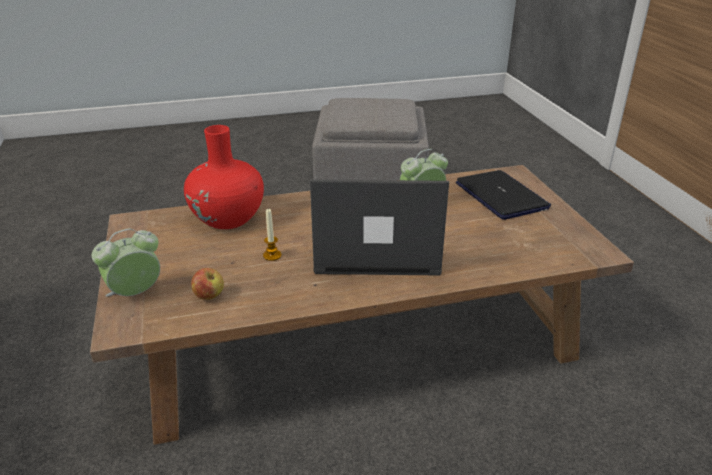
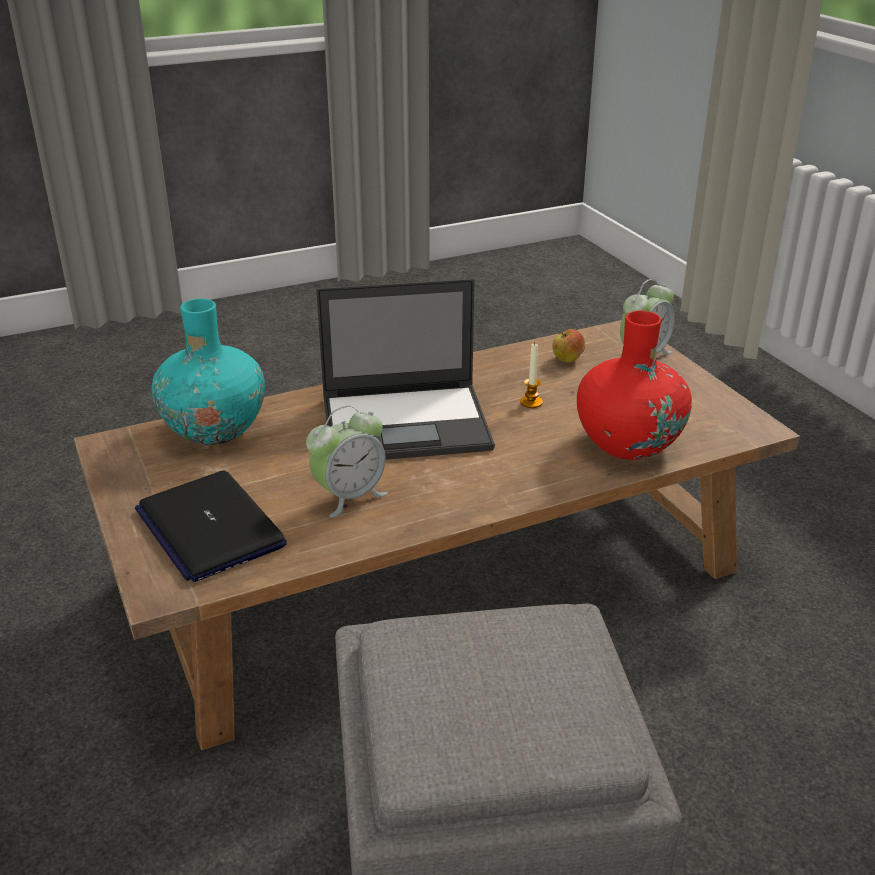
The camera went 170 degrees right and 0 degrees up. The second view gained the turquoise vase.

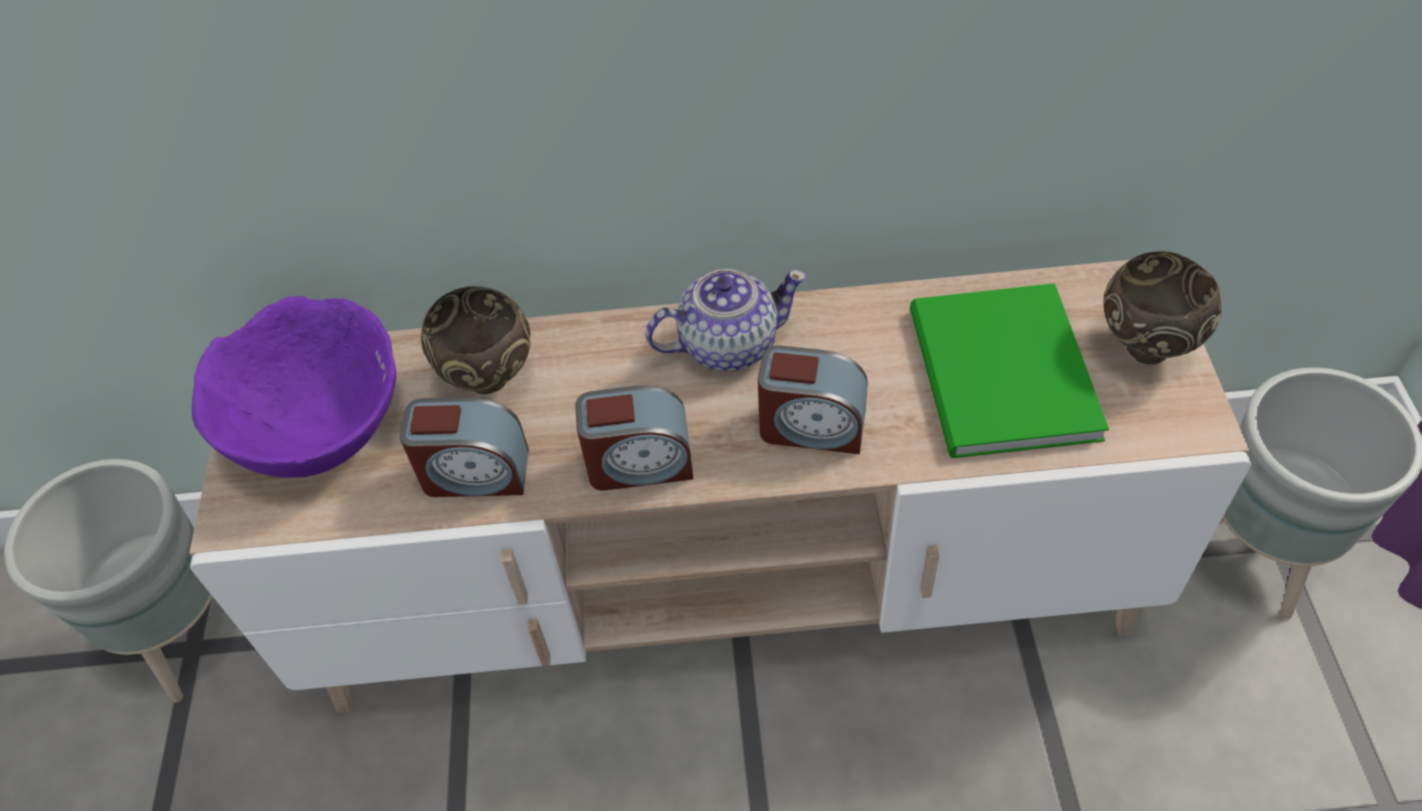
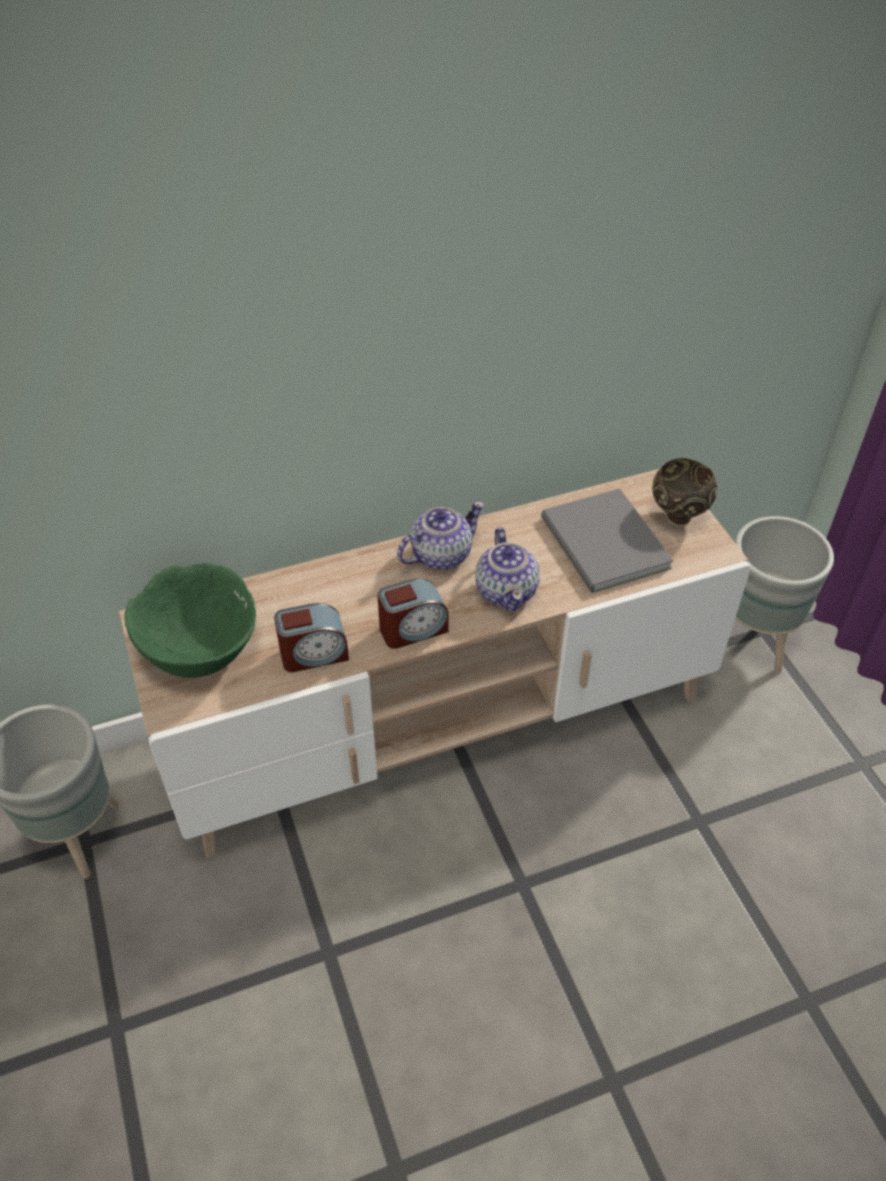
The camera went 20 degrees left and 5 degrees down. What was the green book turned into the grey book. The second view lost the brown bowl (1st from left). What was the purple bowl turned into the green bowl. Where the alarm clock (3rd from left) stood, the teapot (2nd from left) came to stand.

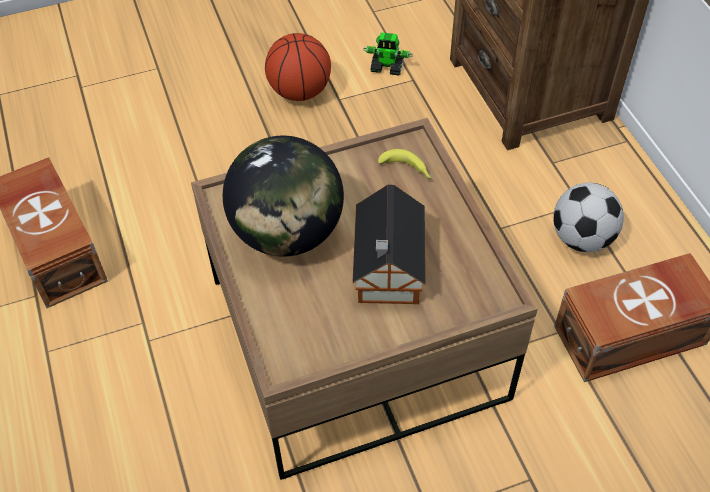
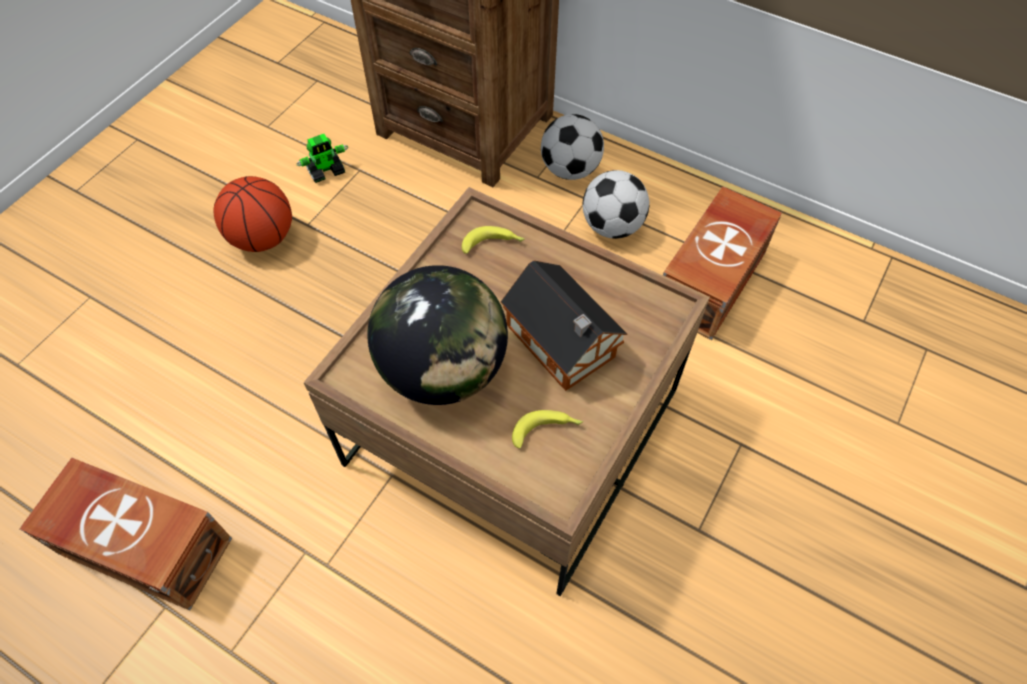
The camera went 40 degrees left and 5 degrees up. The second view gained the football (1st from left). The second view gained the banana (2nd from left).

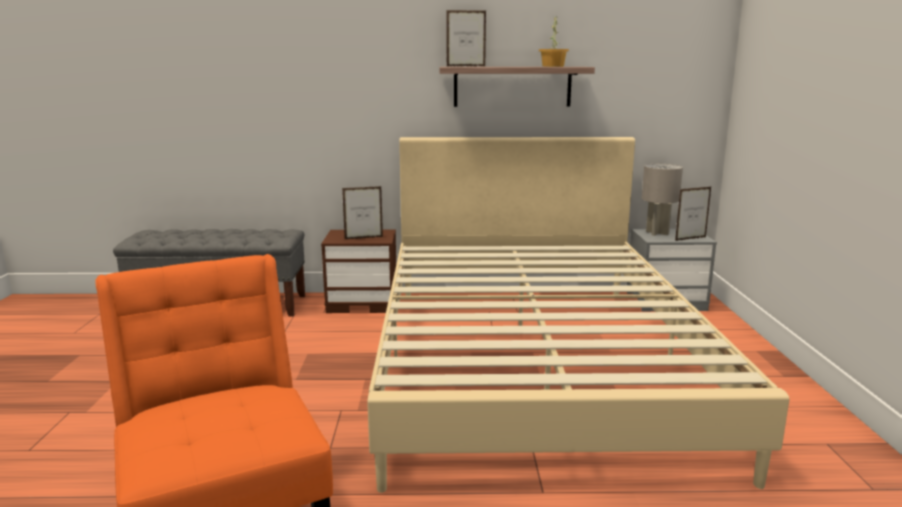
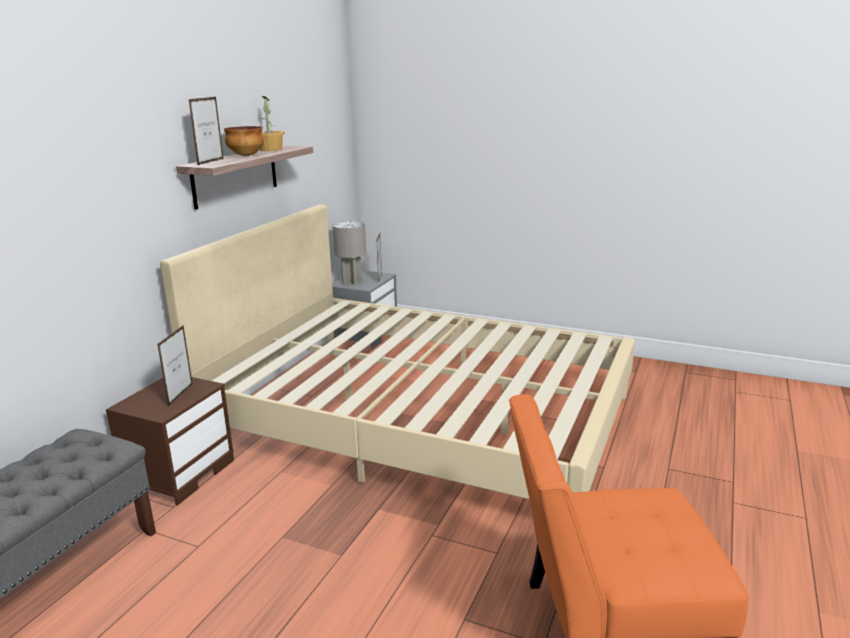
The camera went 65 degrees left and 5 degrees up. The second view gained the bowl.

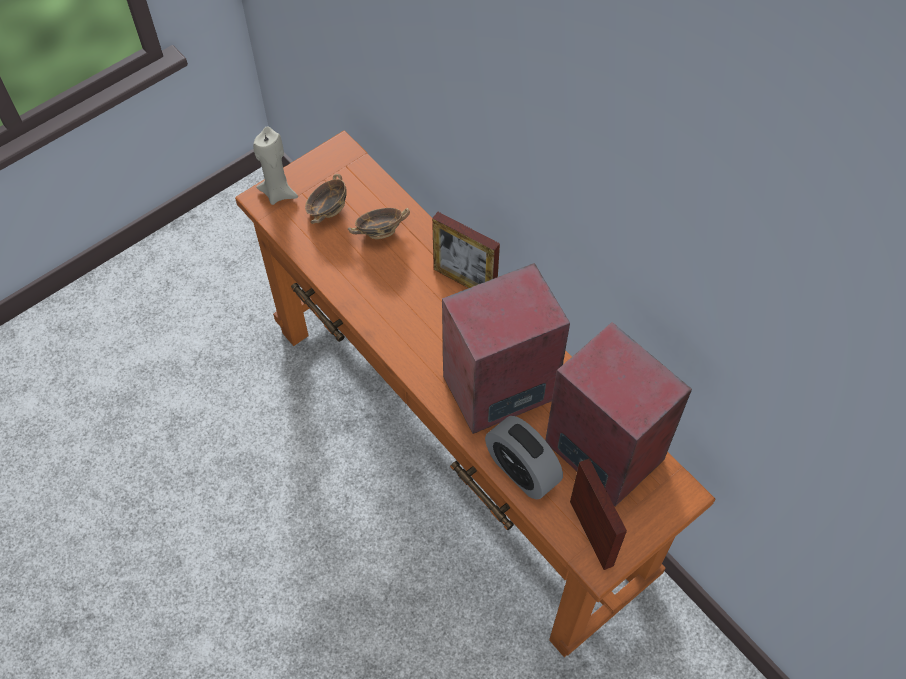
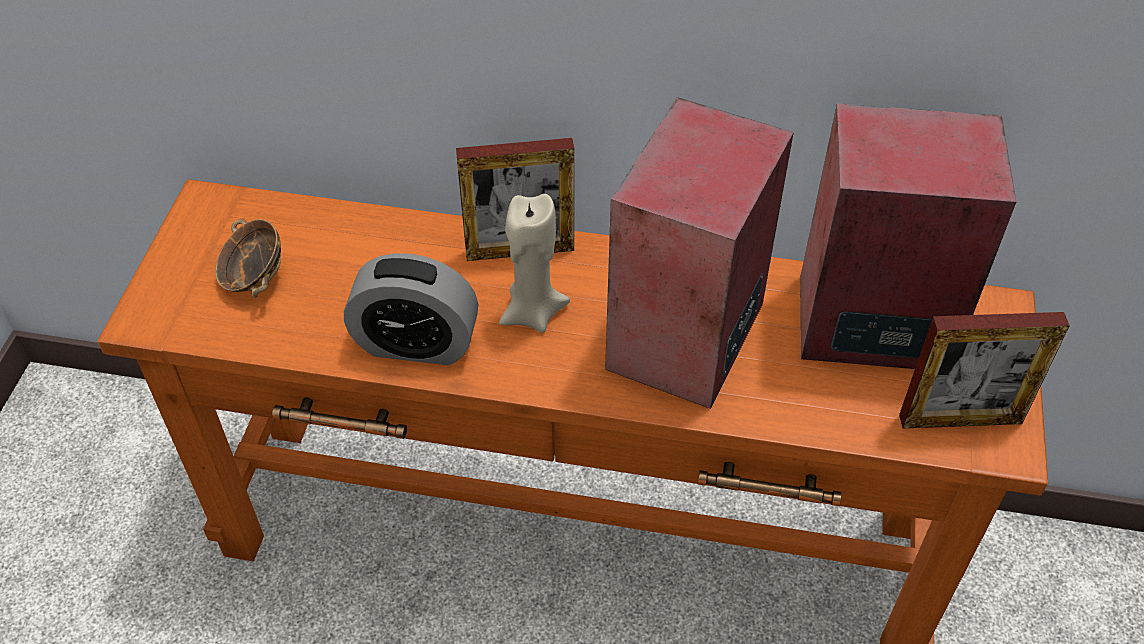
The camera went 40 degrees left and 10 degrees down. The beige candle ended up elsewhere. The second view lost the bowl (2nd from left). The alarm clock ended up elsewhere. The picture frame (2nd from left) ended up facing another way, 150 degrees clockwise from before.

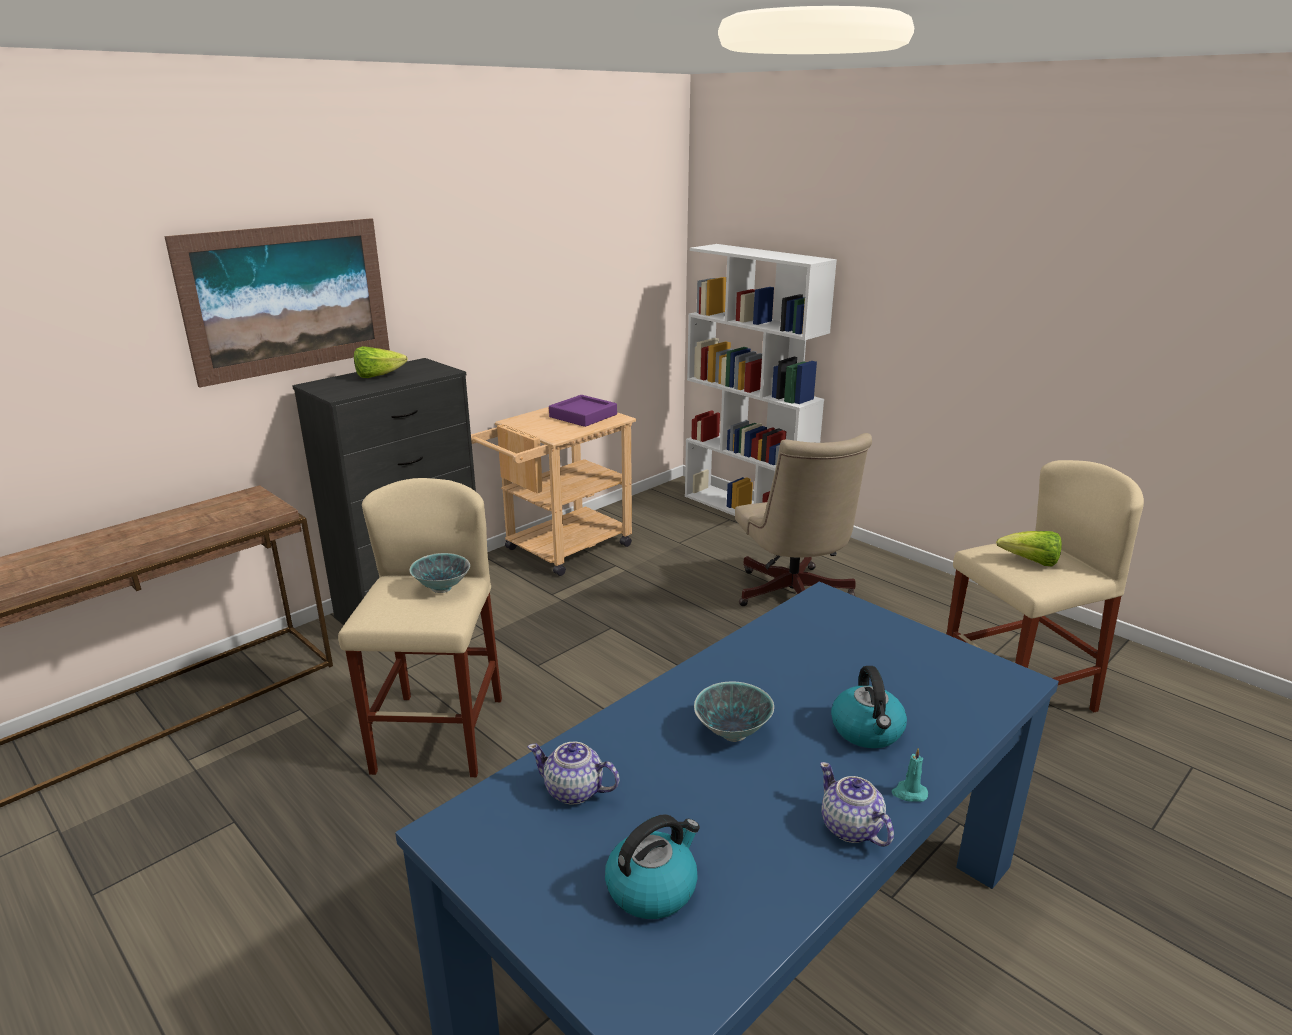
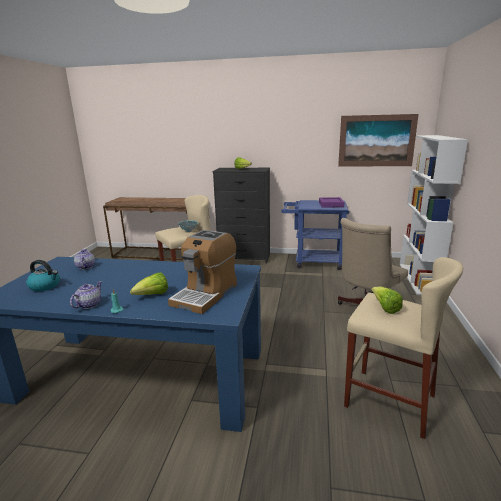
The camera went 55 degrees right and 5 degrees down. The picture ended up elsewhere. What was the beige cart turned into the blue cart. Where the kettle (2nd from left) stood, the lettuce (1st from left) came to stand. The second view lost the bowl (2nd from left). The second view gained the coffee machine.

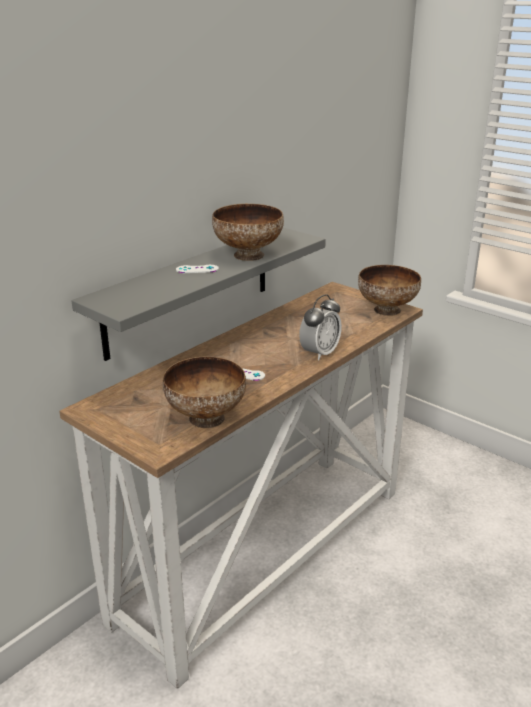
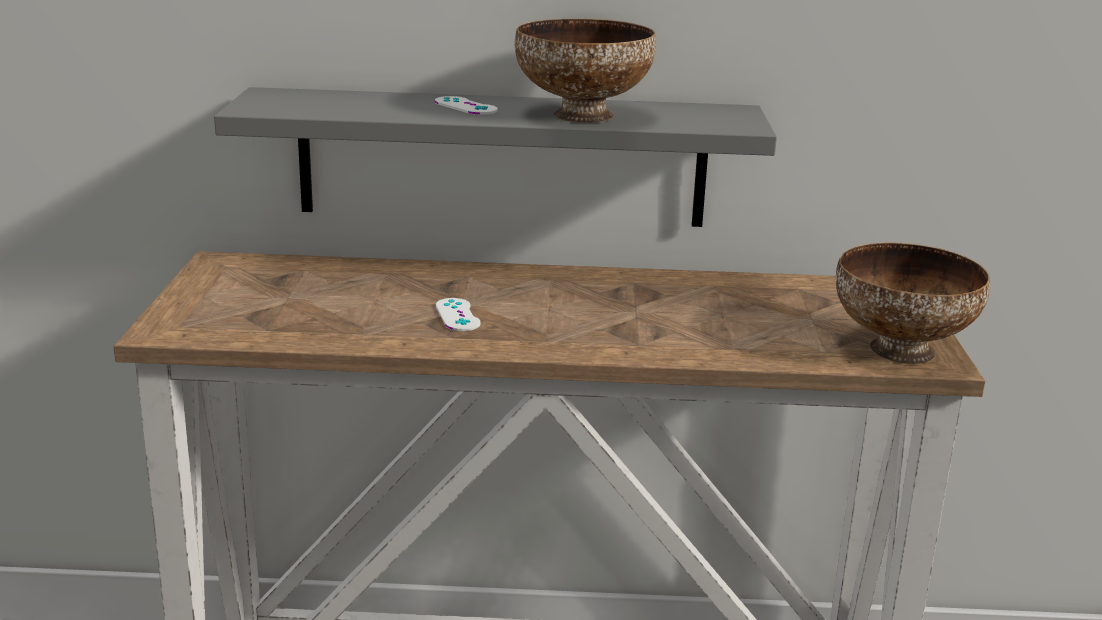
The camera went 50 degrees right and 5 degrees down. The second view lost the alarm clock. The second view lost the bowl (1st from left).

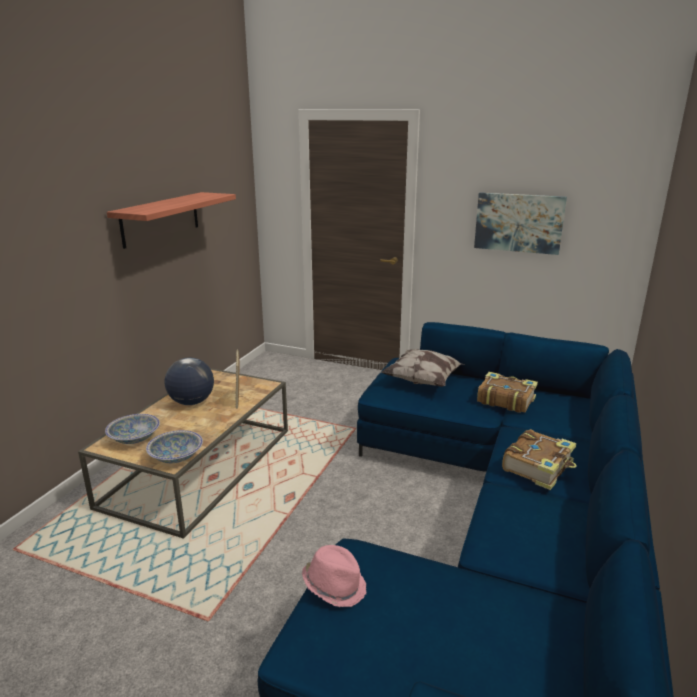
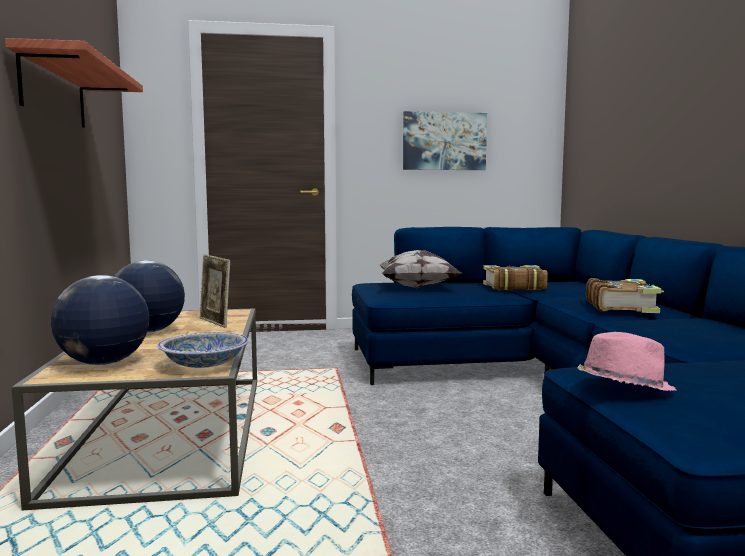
The camera went 30 degrees left and 15 degrees down. Where the bowl (1st from left) stood, the globe (1st from left) came to stand.

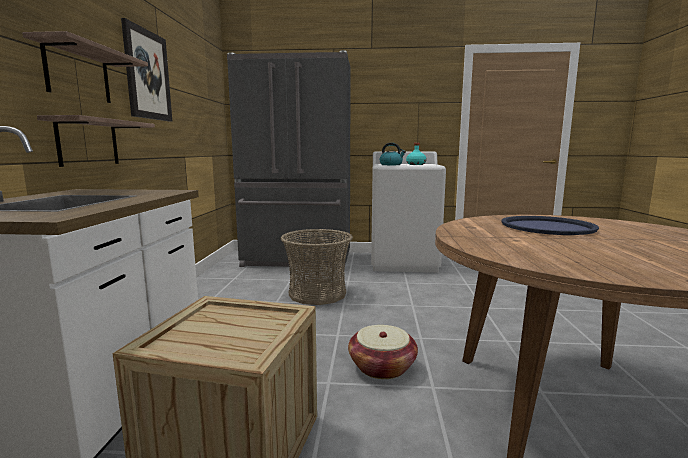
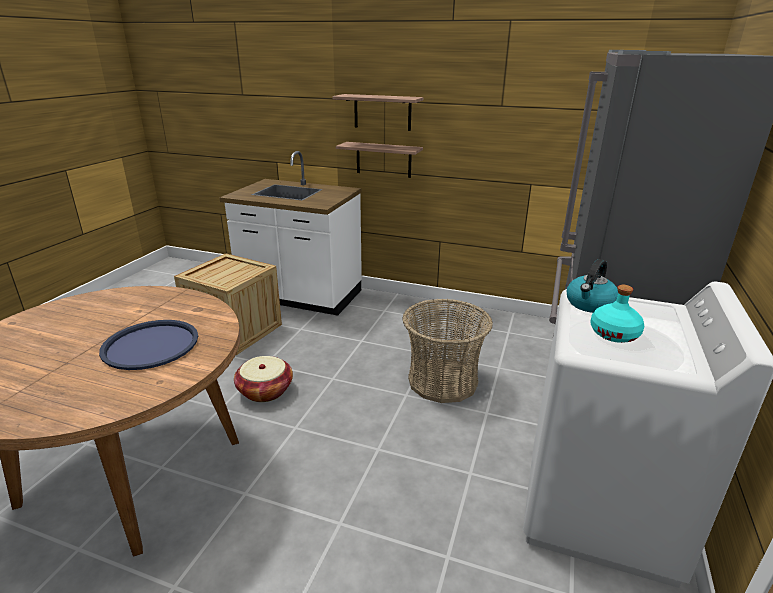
The camera went 105 degrees right and 15 degrees up. The second view lost the picture.

